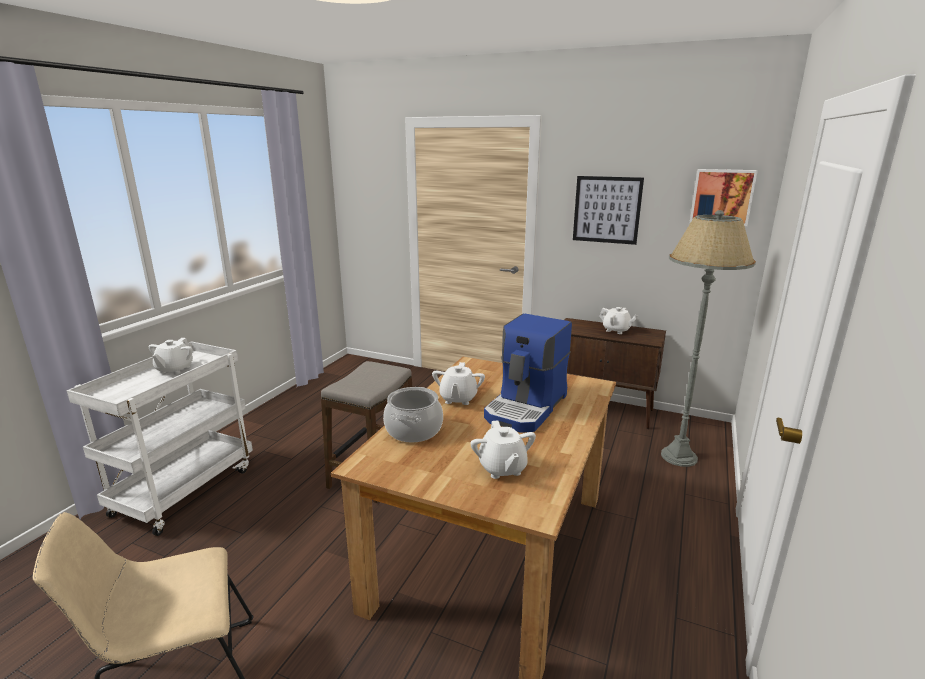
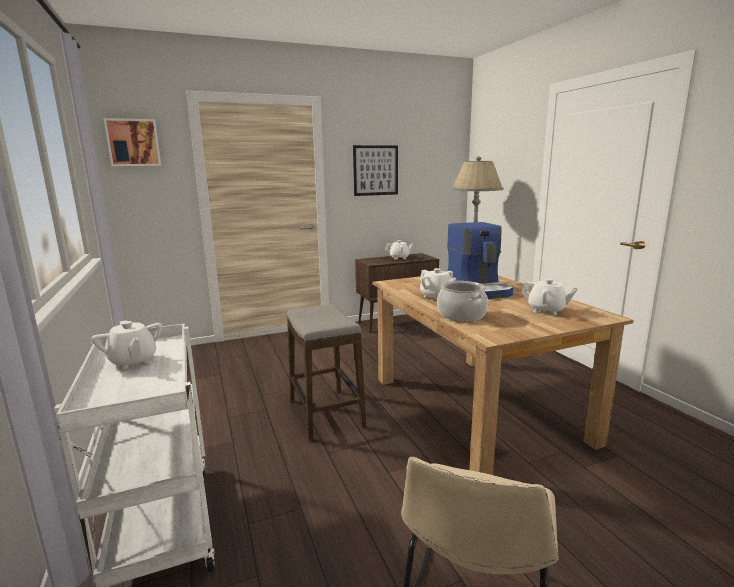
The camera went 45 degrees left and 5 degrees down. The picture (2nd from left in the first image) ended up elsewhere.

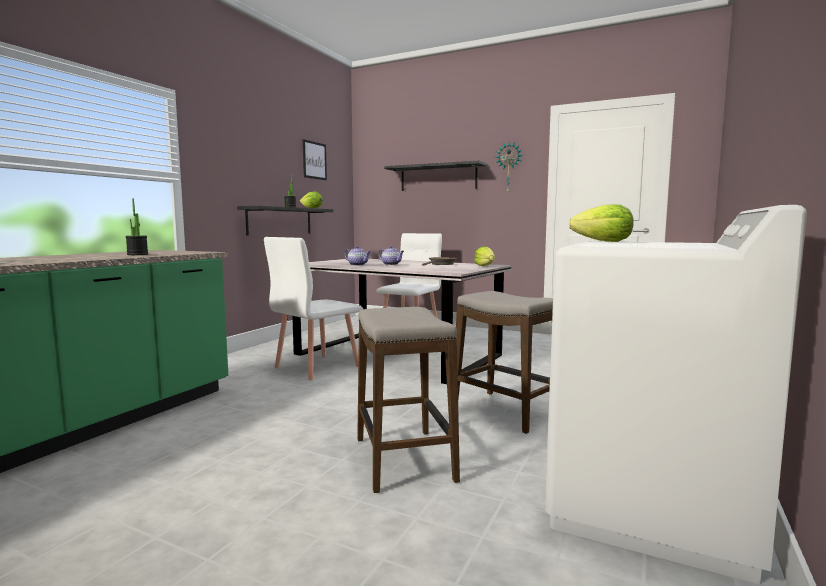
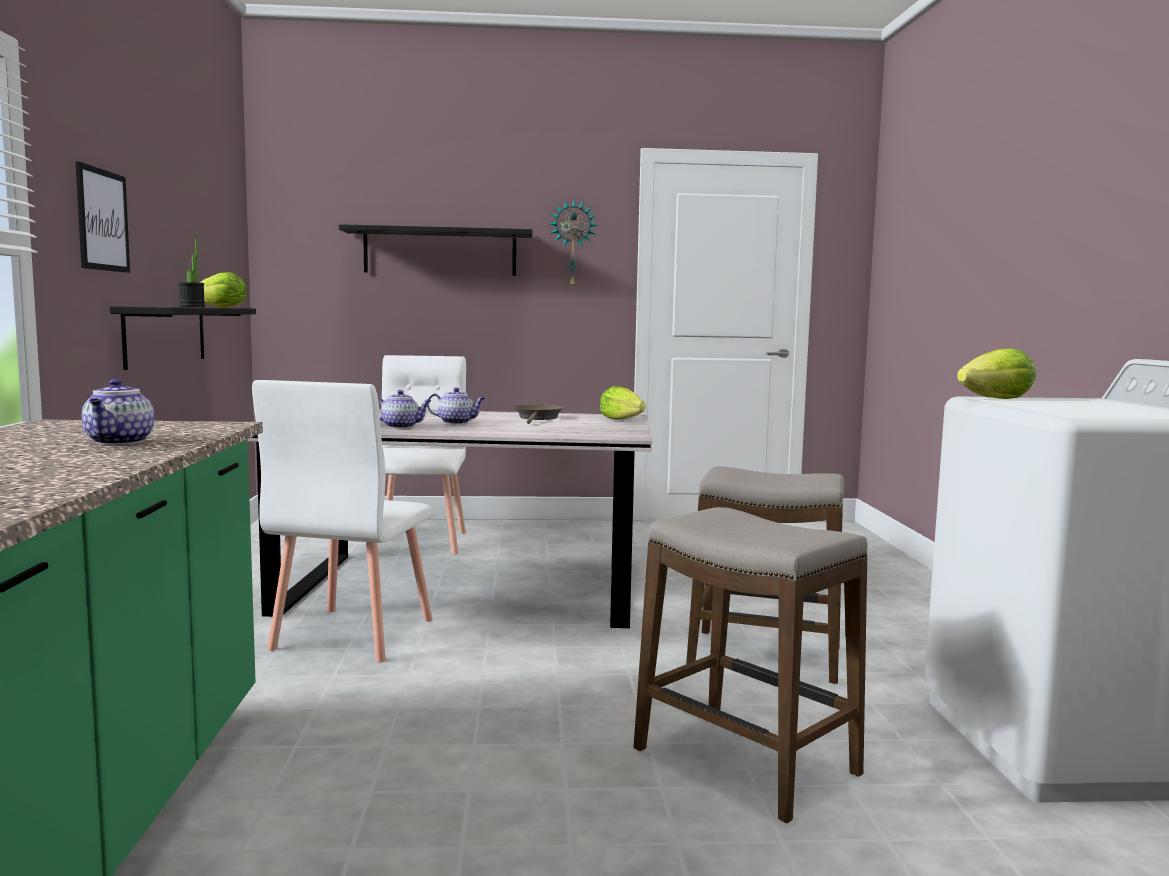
The camera went 30 degrees left and 0 degrees up. The picture ended up elsewhere. Where the potted plant (1st from left) stood, the teapot (1st from left) came to stand.

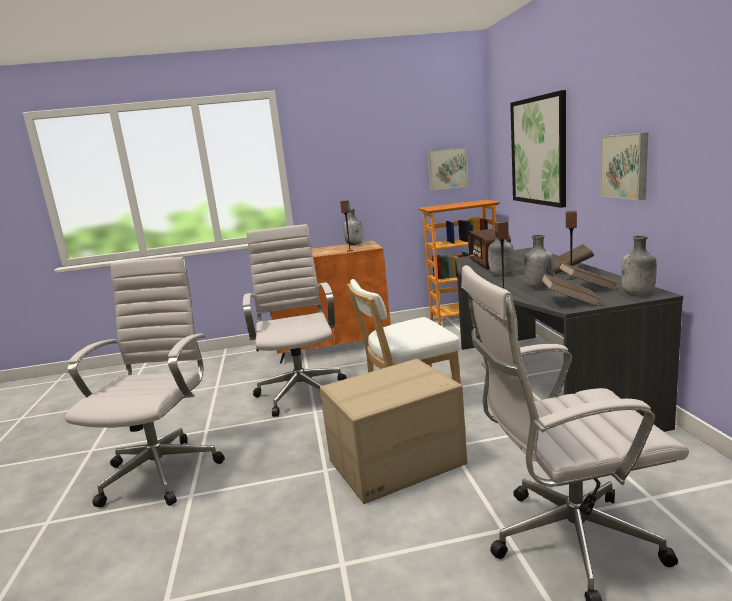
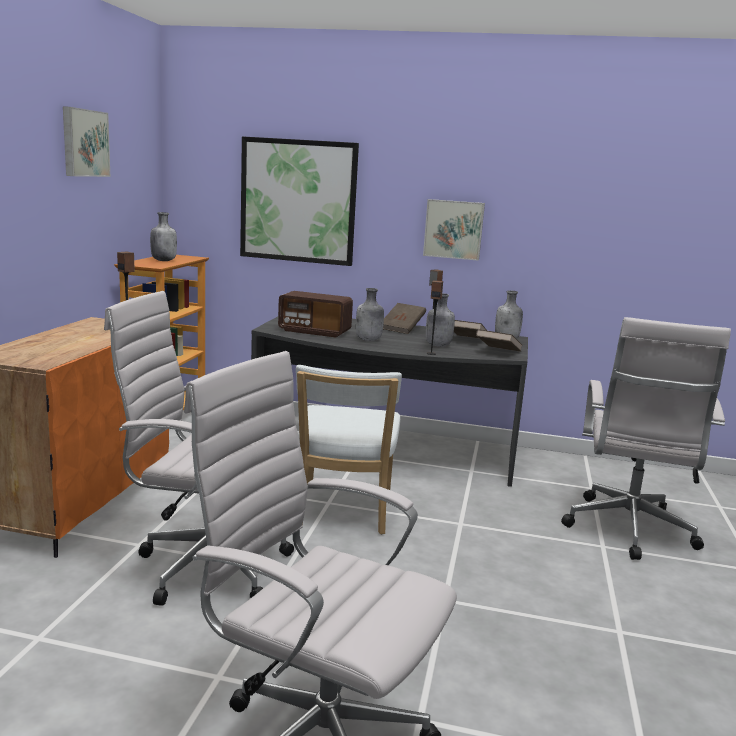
The camera went 70 degrees left and 0 degrees up. The picture (1st from left) ended up elsewhere. The grey bottle (1st from left) ended up elsewhere. The second view lost the cardboard box.

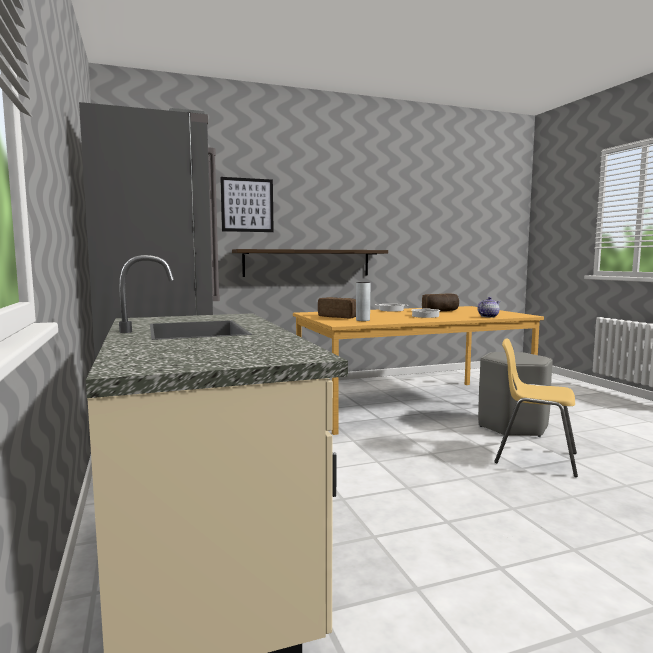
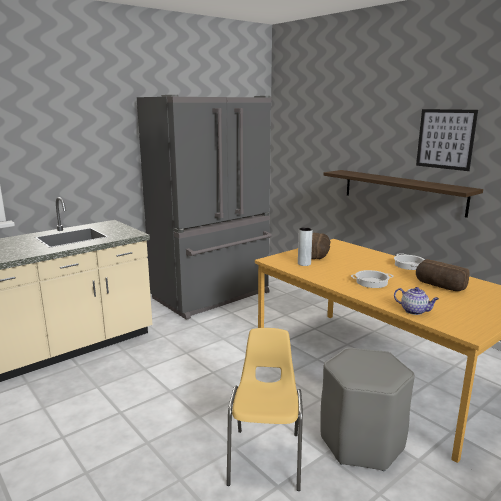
The camera went 70 degrees right and 10 degrees up. The picture ended up elsewhere.

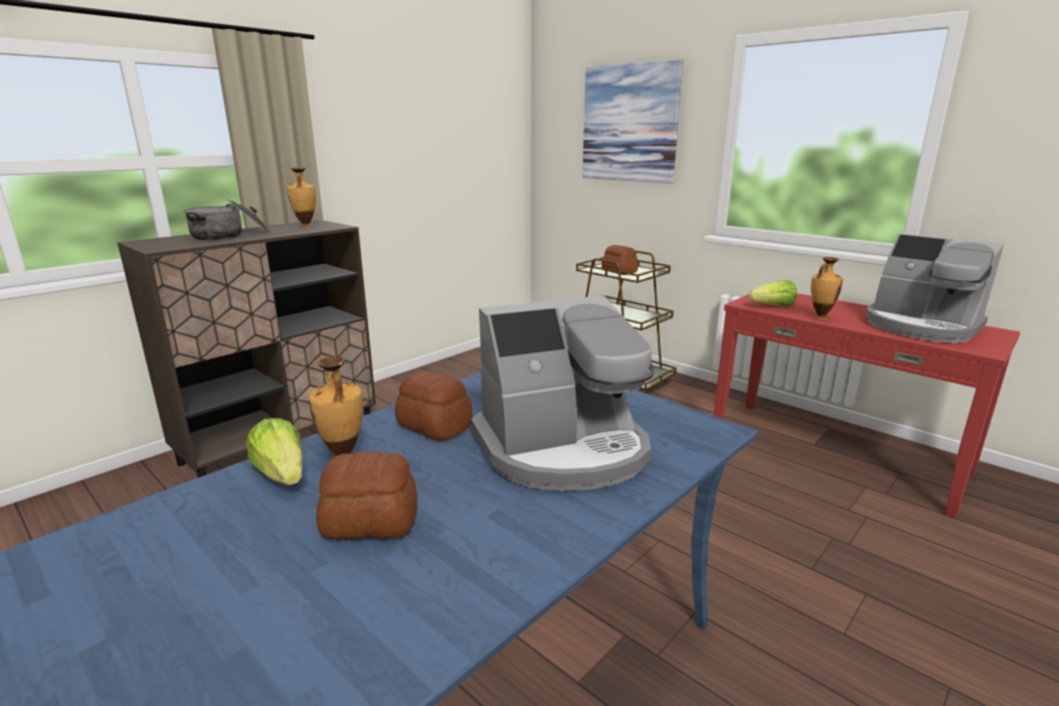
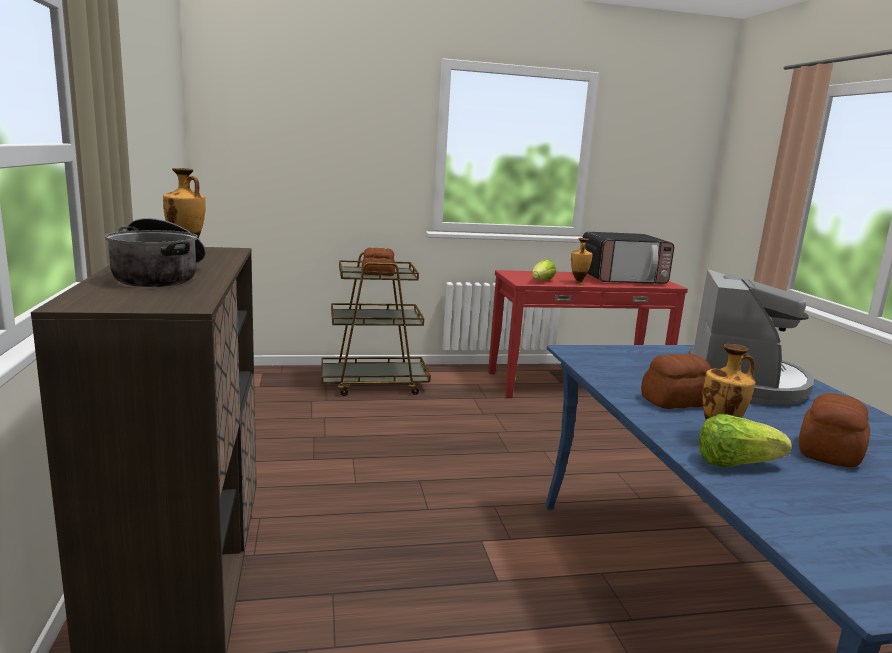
The camera went 55 degrees left and 5 degrees down. The second view lost the picture. Where the coffee machine (2nd from left) stood, the microwave came to stand.

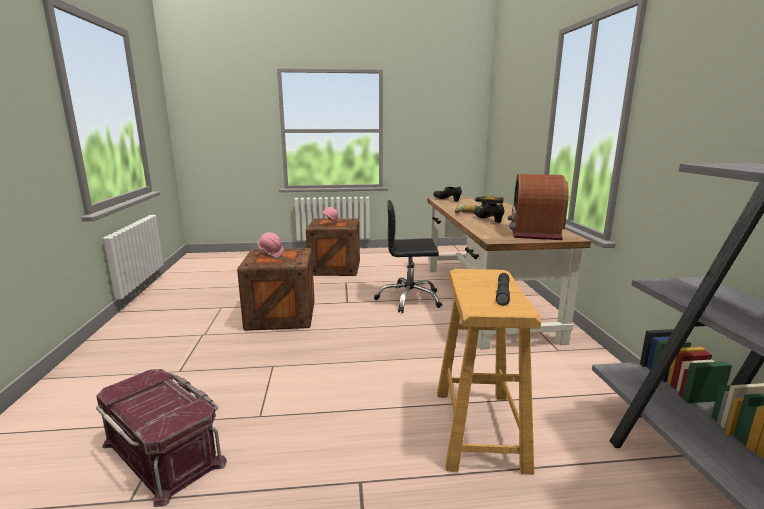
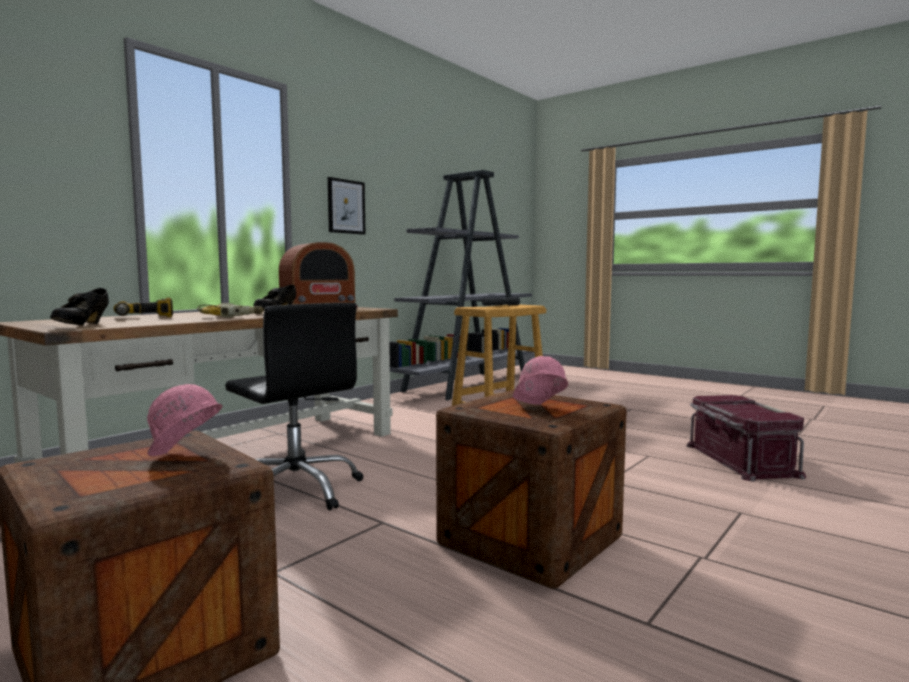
The camera went 135 degrees left and 10 degrees down. The second view gained the picture.

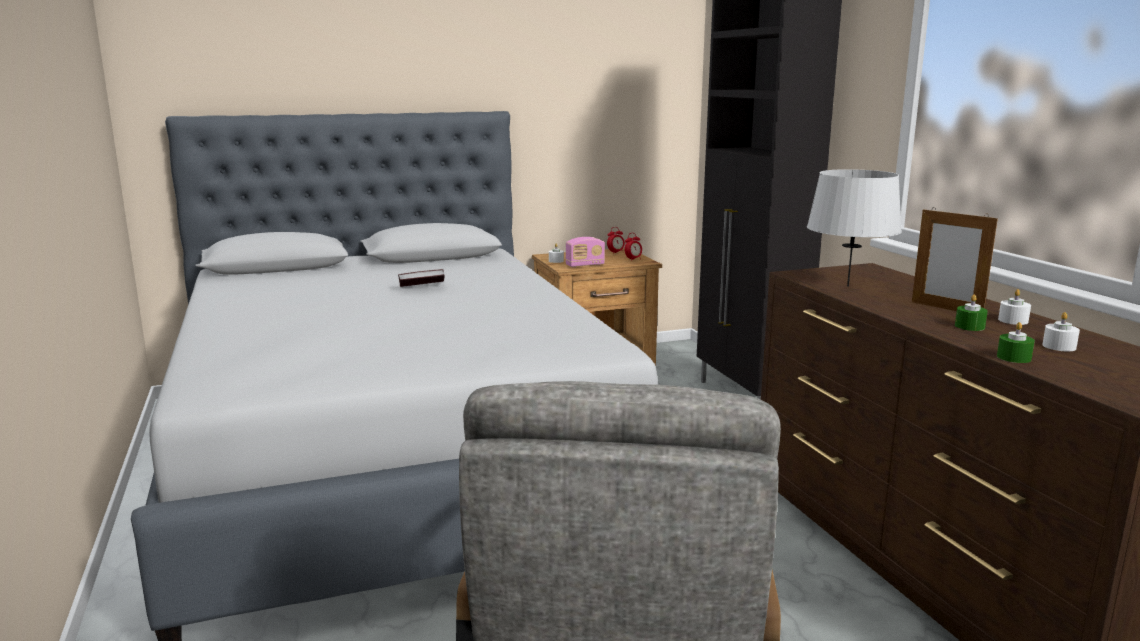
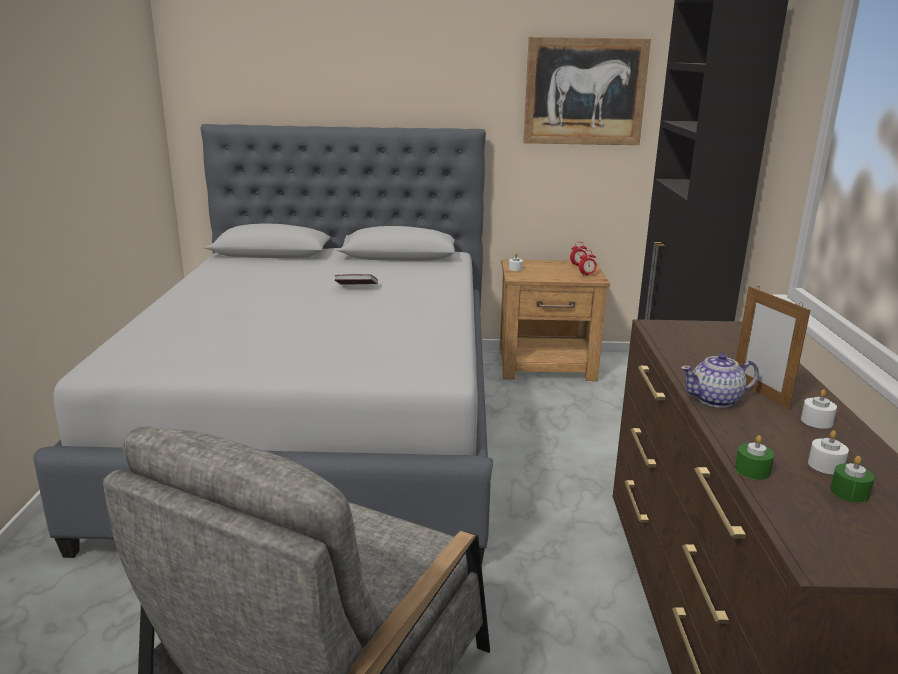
The camera went 20 degrees right and 5 degrees up. The second view lost the grey table lamp. The second view lost the radio. The green candle (1st from left in the first image) ended up elsewhere. The second view gained the picture. The second view gained the teapot.

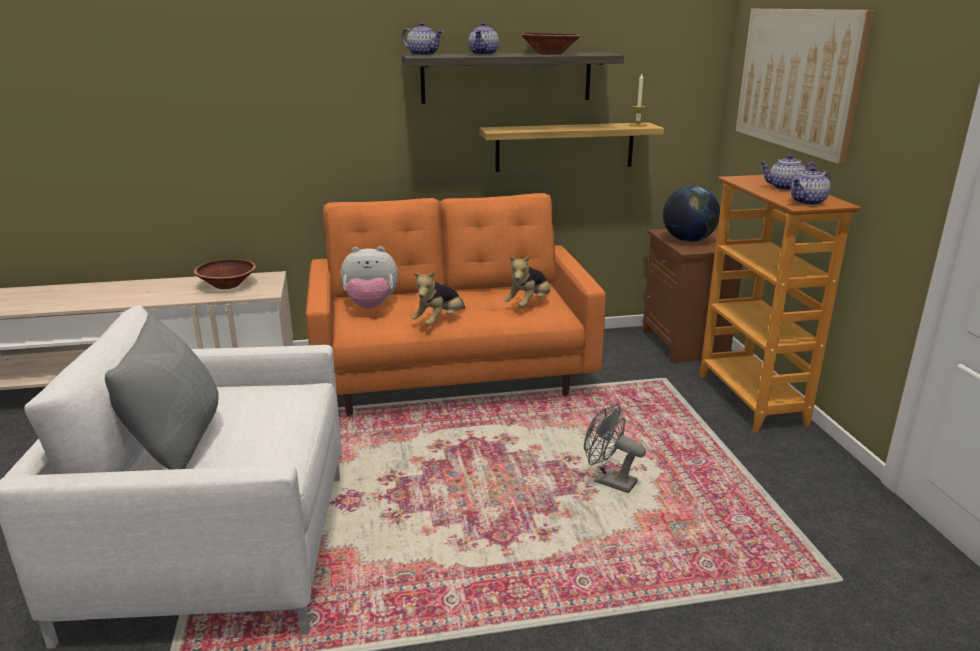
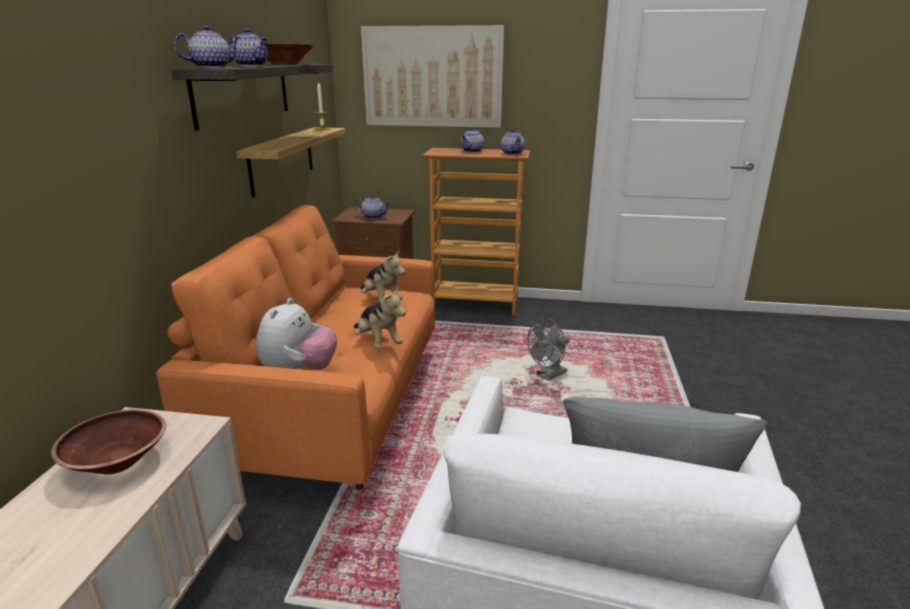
The camera went 70 degrees left and 0 degrees up. Where the globe stood, the teapot (3rd from left) came to stand.

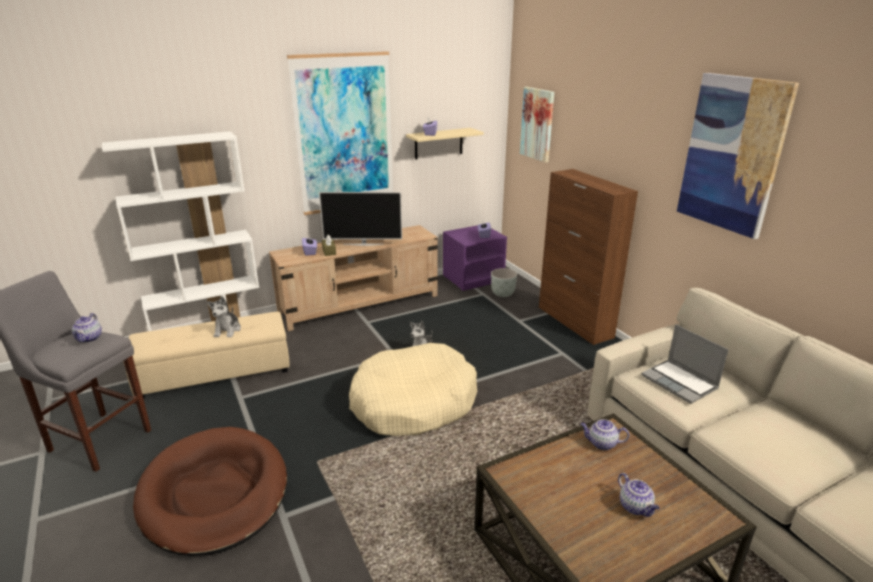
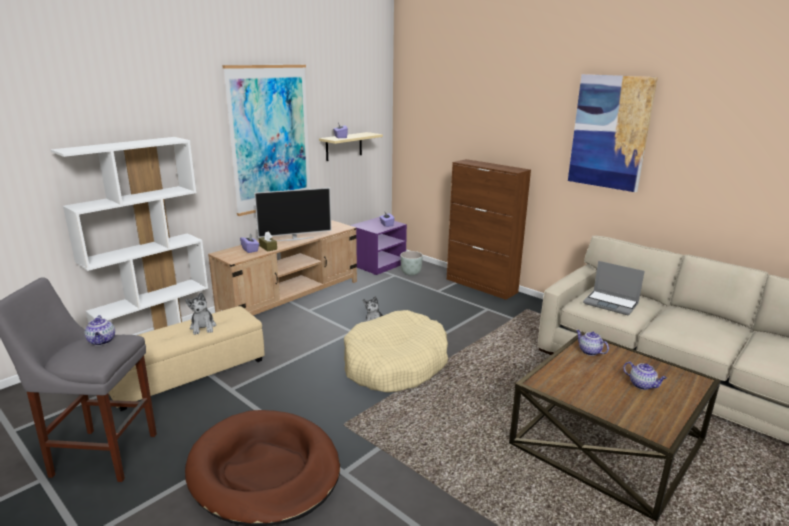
The camera went 20 degrees left and 5 degrees down. The second view lost the picture (2nd from left). The teapot (2nd from left) ended up facing another way, 60 degrees clockwise from before.

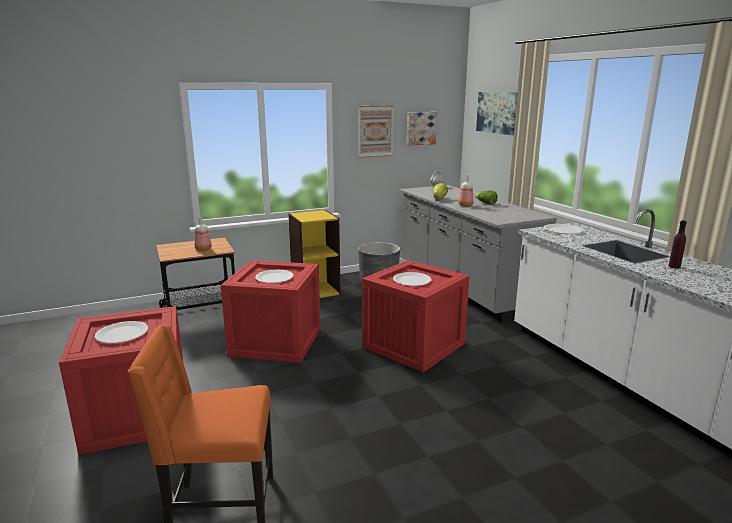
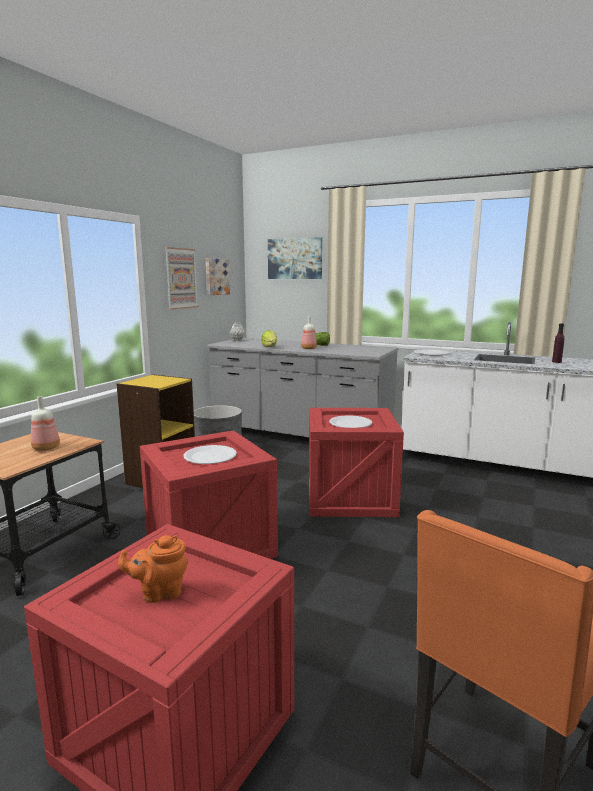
The camera went 40 degrees left and 5 degrees down. Where the white plate (1st from left) stood, the orange teapot came to stand.

